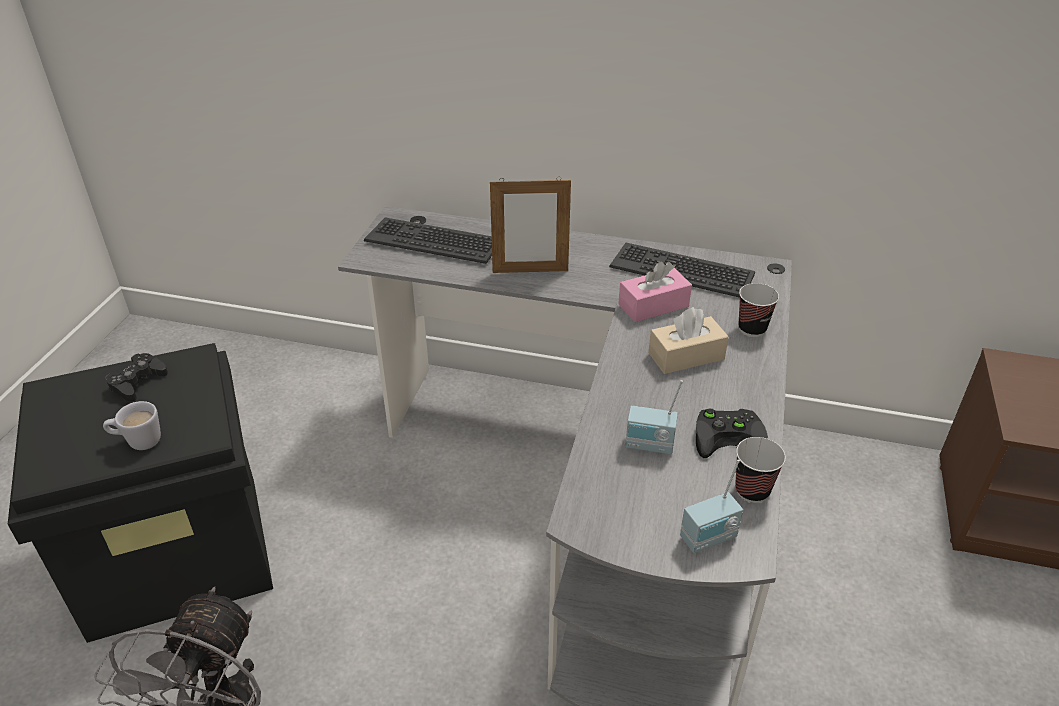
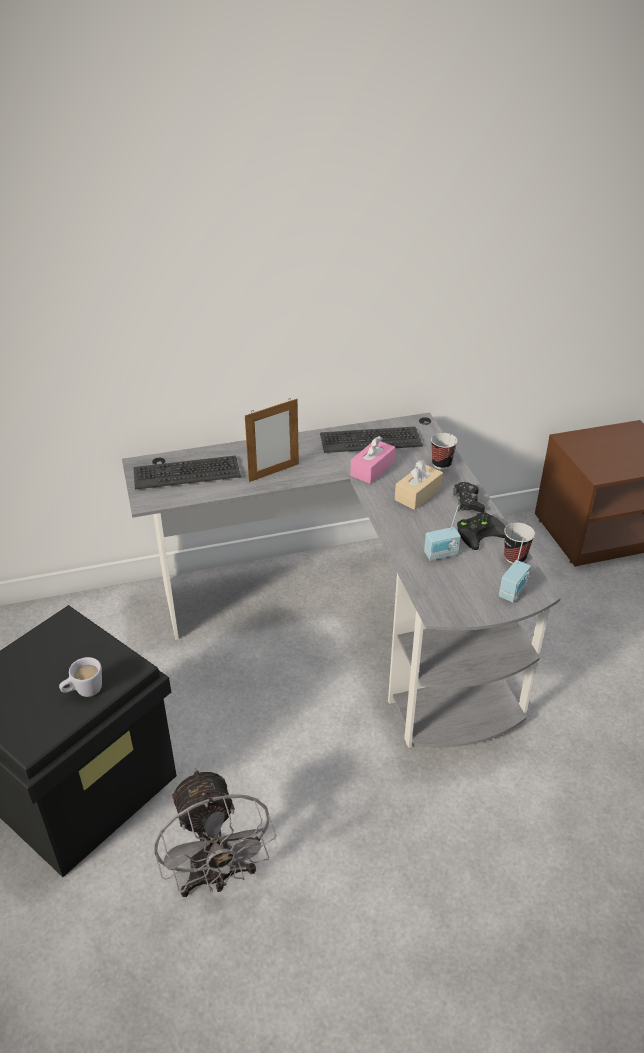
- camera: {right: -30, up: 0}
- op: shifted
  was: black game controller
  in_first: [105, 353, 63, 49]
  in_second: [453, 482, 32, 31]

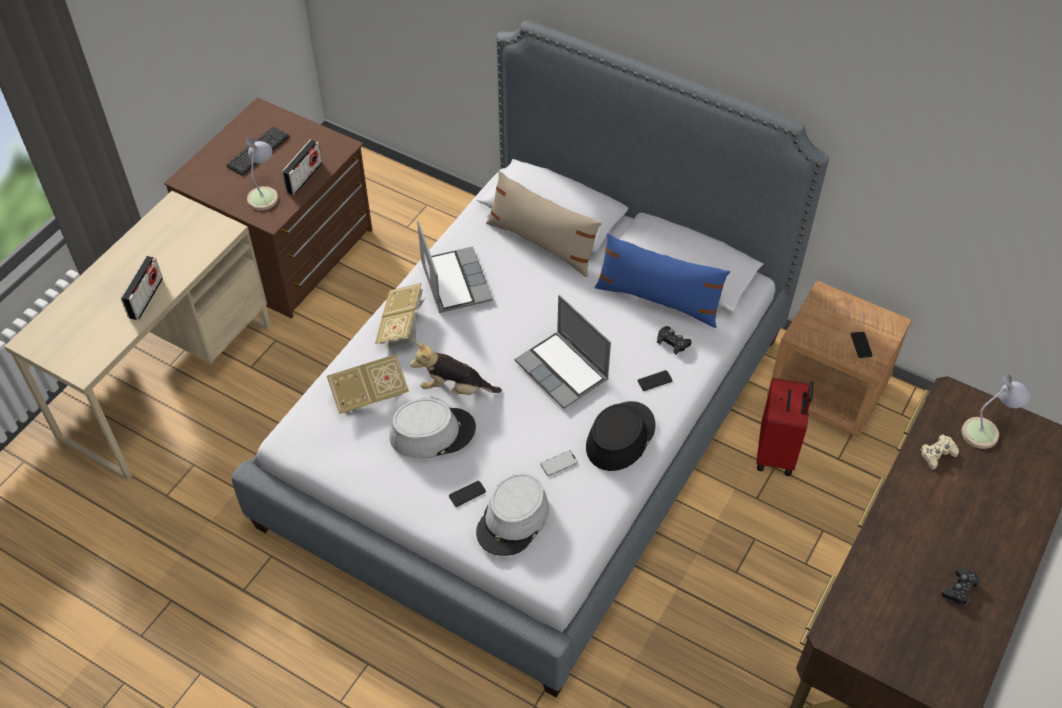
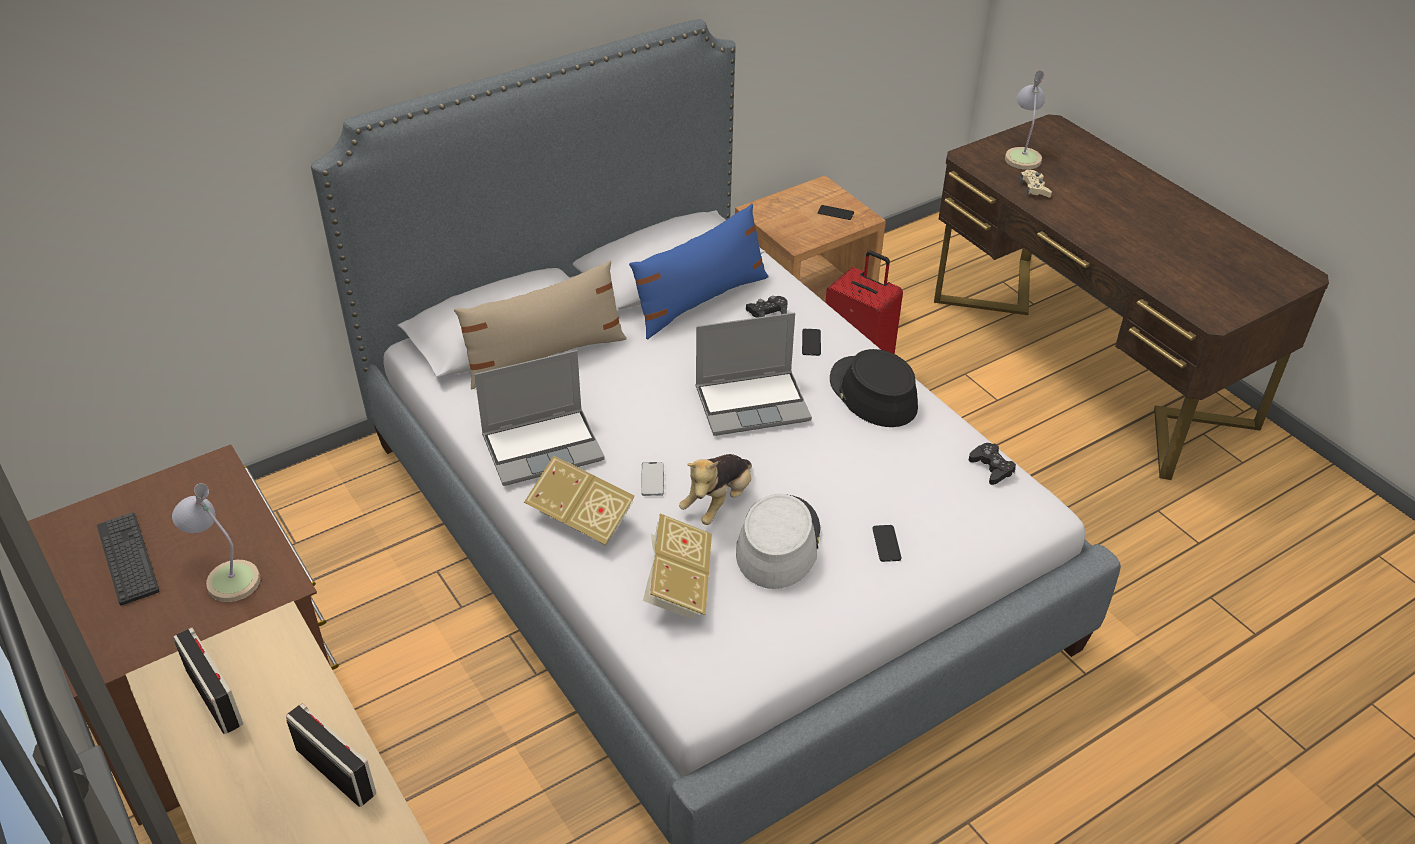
- camera: {right: -65, up: -10}
- op: shifted
  was: radio receiver
  in_first: [282, 139, 40, 56]
  in_second: [174, 628, 69, 106]
- op: rotated
  was: portable computer
  in_first: [417, 221, 76, 92]
  in_second: [474, 350, 131, 136]
  clockwise: 150
- op: gone
  was: greyish hat
  in_first: [476, 473, 73, 83]
- op: shifted
  was: phone
  in_first: [540, 450, 38, 26]
  in_second: [641, 462, 23, 34]
- op: shifted
  was: black game controller
  in_first: [941, 567, 40, 40]
  in_second: [969, 443, 47, 42]

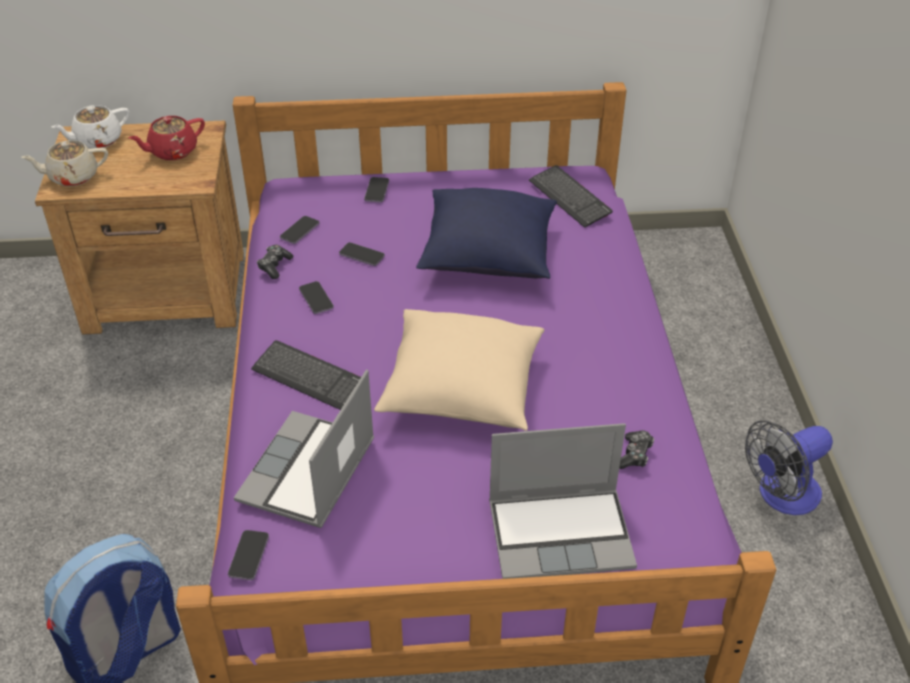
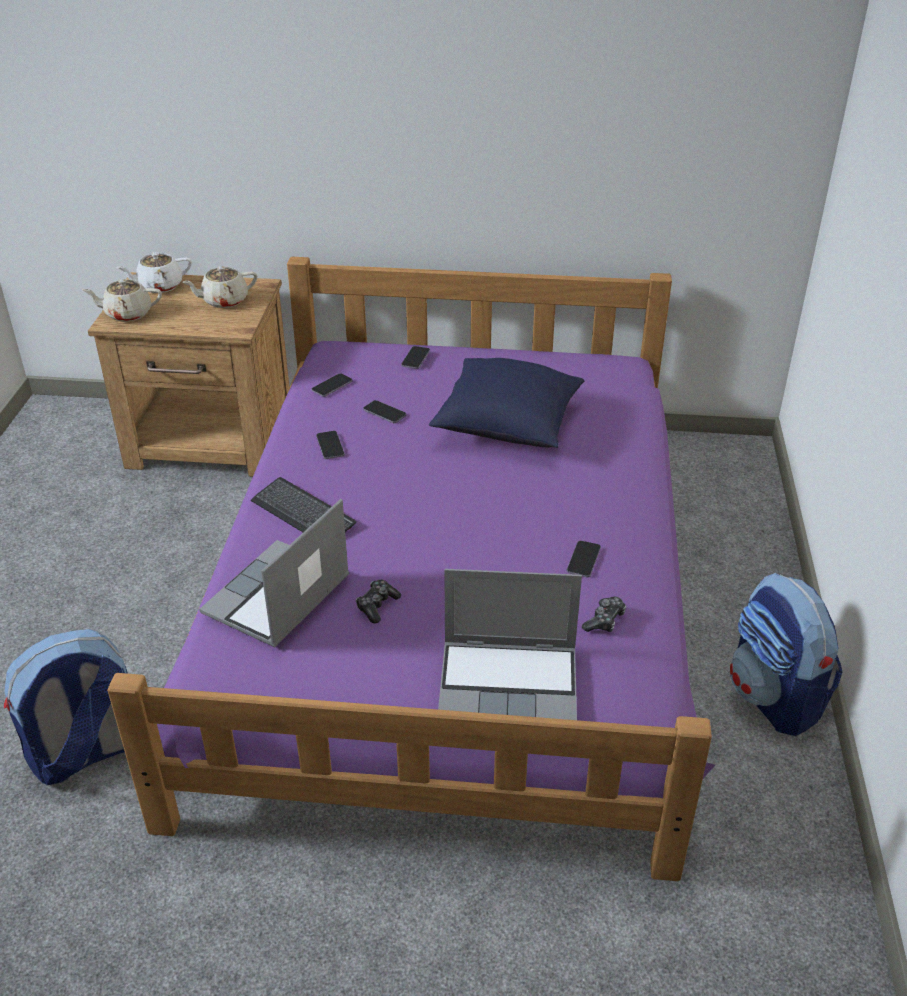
- camera: {right: 10, up: -5}
- op: repainted
  was: red pot for tea
  now: beige-coloured pot for tea
  in_first: [129, 116, 76, 44]
  in_second: [182, 266, 75, 42]
- op: shifted
  was: phone
  in_first: [228, 530, 41, 50]
  in_second: [567, 541, 34, 36]
- op: shifted
  was: game controller
  in_first: [257, 245, 36, 34]
  in_second: [356, 580, 45, 43]
- op: gone
  was: beige-coloured cushion
  in_first: [374, 309, 170, 122]
- op: gone
  was: computer keyboard
  in_first: [529, 165, 84, 63]
- op: swapped
  was: fan
  now: backpack
  in_first: [745, 420, 88, 95]
  in_second: [730, 573, 112, 163]

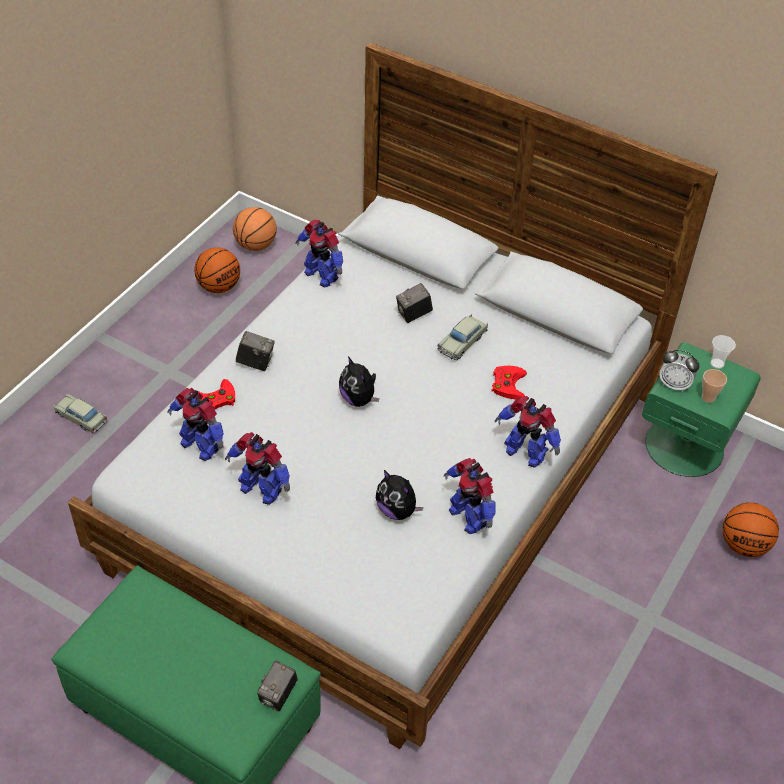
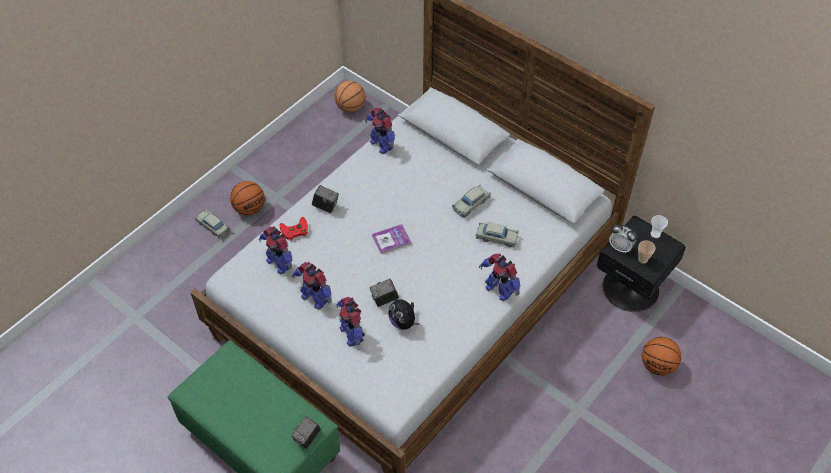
- camera: {right: 10, up: 5}
- op: shifted
  was: basketball
  in_first: [194, 247, 46, 46]
  in_second: [230, 181, 35, 34]
- op: swapped
  was: plush toy
  now: volume
  in_first: [339, 356, 40, 51]
  in_second: [372, 224, 39, 30]
- op: shifted
  was: photo camera
  in_first: [396, 283, 37, 40]
  in_second: [370, 279, 29, 28]
- op: shifted
  was: model robot
  in_first: [444, 458, 51, 76]
  in_second: [336, 297, 29, 49]
- op: swapped
  was: red game controller
  now: beige-coloured toy car
  in_first: [492, 366, 35, 34]
  in_second: [476, 222, 43, 25]
- op: repainted
  was: green nightstand
  now: black nightstand
  in_first: [642, 342, 119, 135]
  in_second: [597, 216, 89, 96]

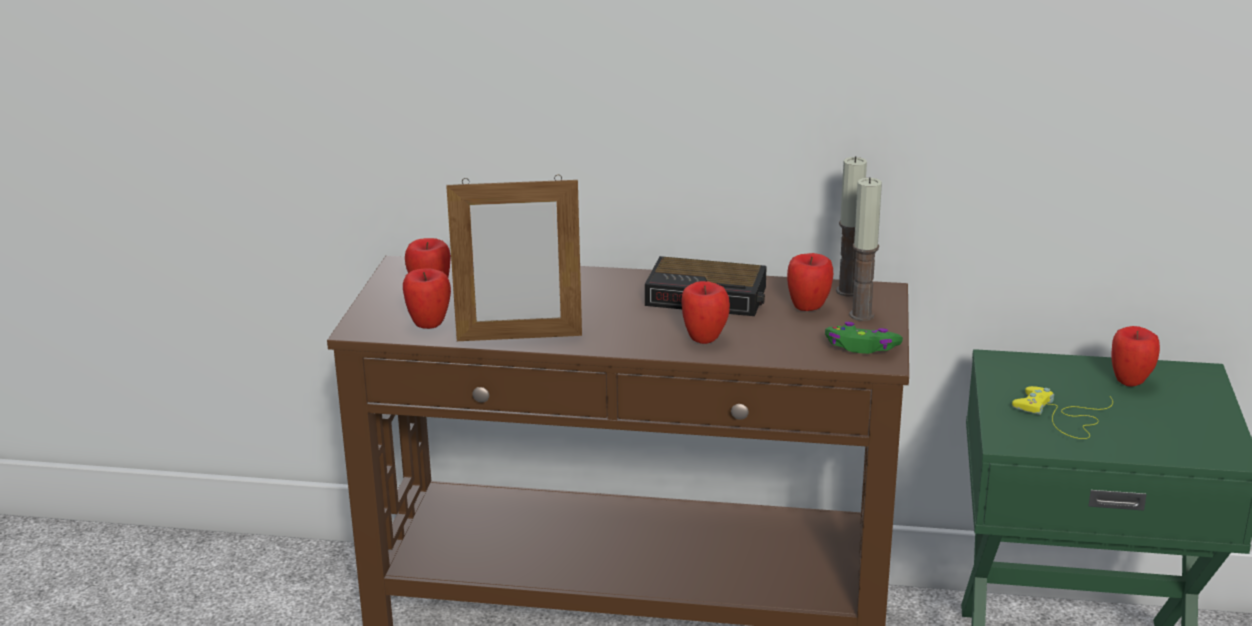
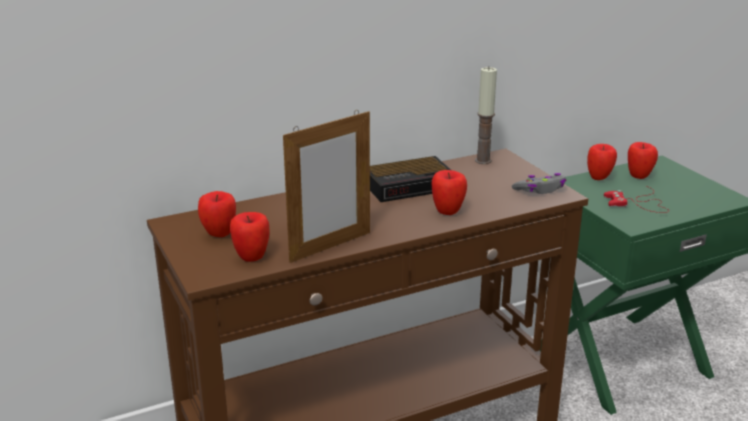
- camera: {right: -35, up: 0}
- op: shifted
  was: whole apple
  in_first: [787, 253, 46, 58]
  in_second: [587, 144, 30, 36]
- op: repainted
  was: green game controller
  now: greyish game controller
  in_first: [825, 322, 78, 32]
  in_second: [512, 173, 54, 21]
- op: gone
  was: candle
  in_first: [849, 177, 33, 144]
- op: repainted
  was: yellowish game controller
  now: red game controller
  in_first: [1012, 386, 101, 53]
  in_second: [604, 186, 65, 27]

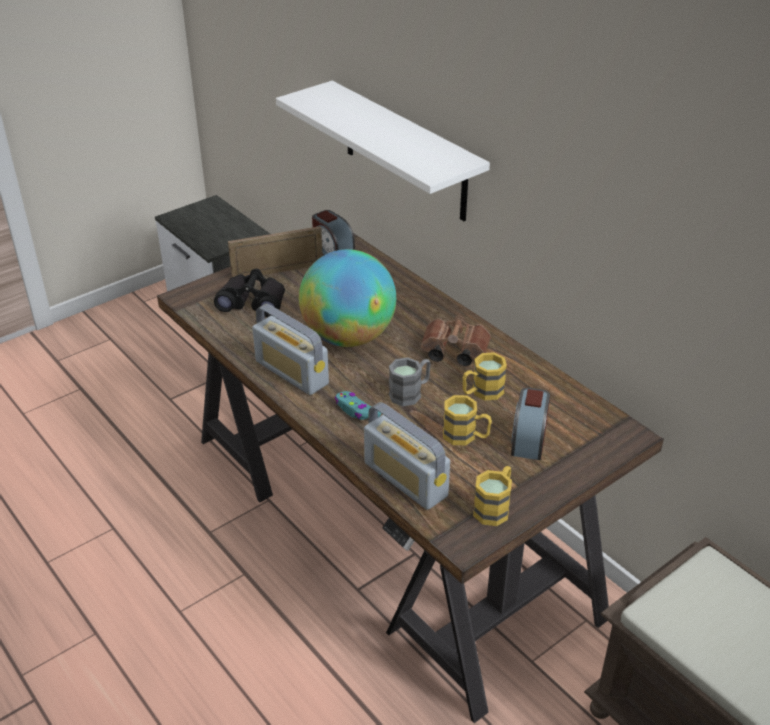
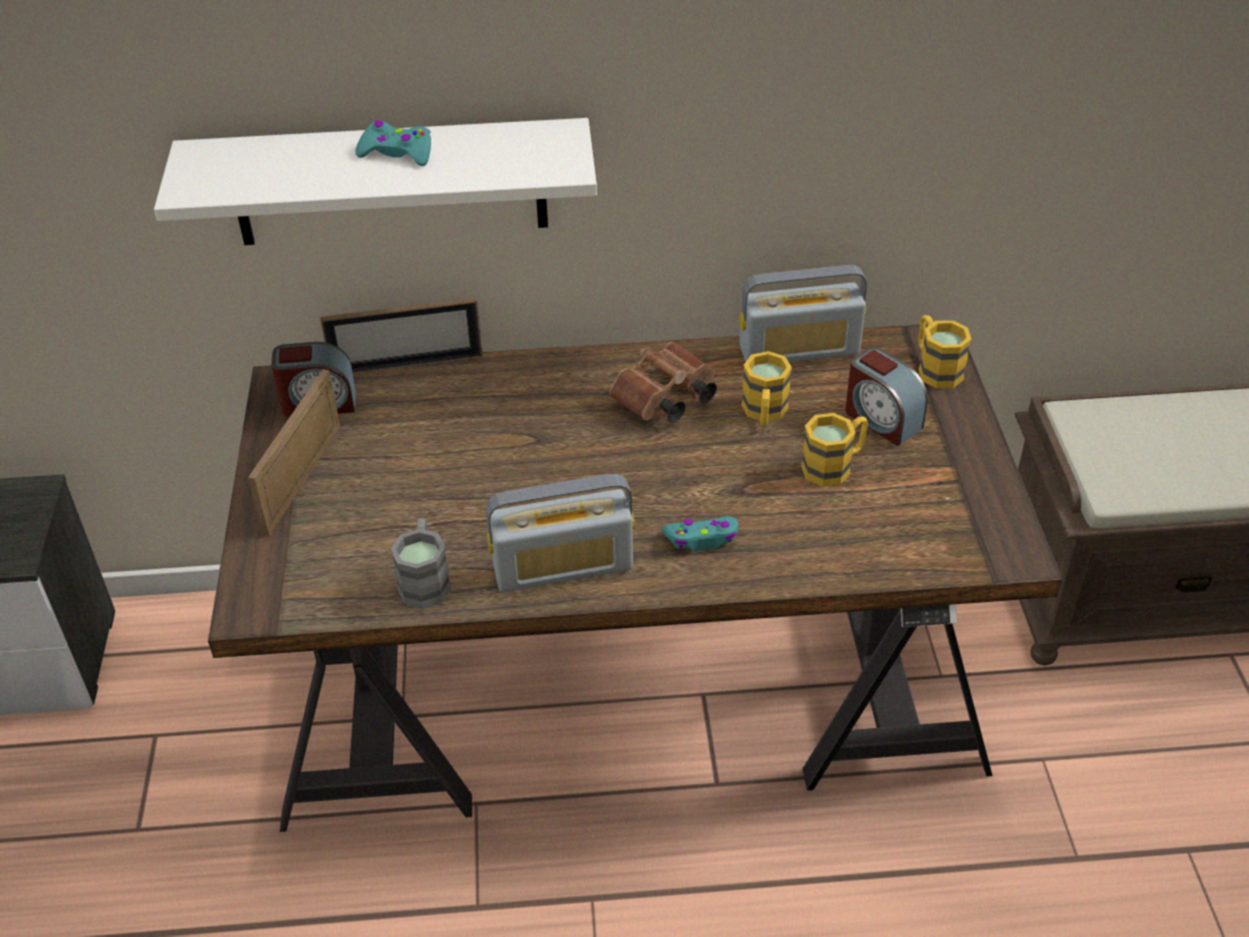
- camera: {right: -55, up: 5}
- op: gone
  was: black binoculars
  in_first: [214, 269, 71, 48]
- op: gone
  was: world globe
  in_first: [299, 249, 97, 98]
- op: shifted
  was: radio receiver
  in_first: [364, 402, 86, 108]
  in_second: [739, 265, 128, 97]
- op: shifted
  was: greyish mug
  in_first: [389, 357, 42, 49]
  in_second: [391, 518, 60, 91]
- op: shifted
  was: yellowish mug
  in_first: [473, 466, 39, 60]
  in_second: [918, 315, 53, 73]
- op: new
  now: standing frame
  in_second: [320, 298, 163, 76]
- op: new
  now: blue-green game controller
  in_second: [355, 120, 76, 46]

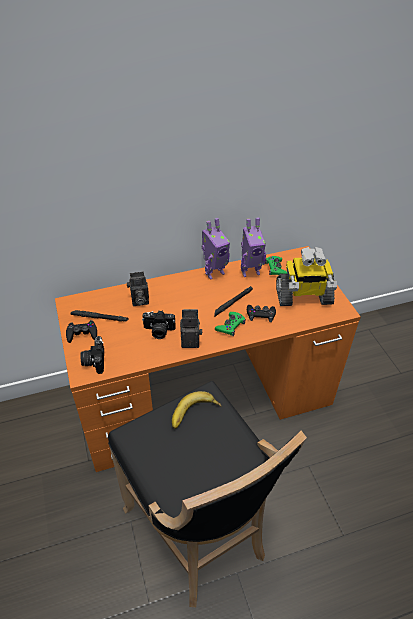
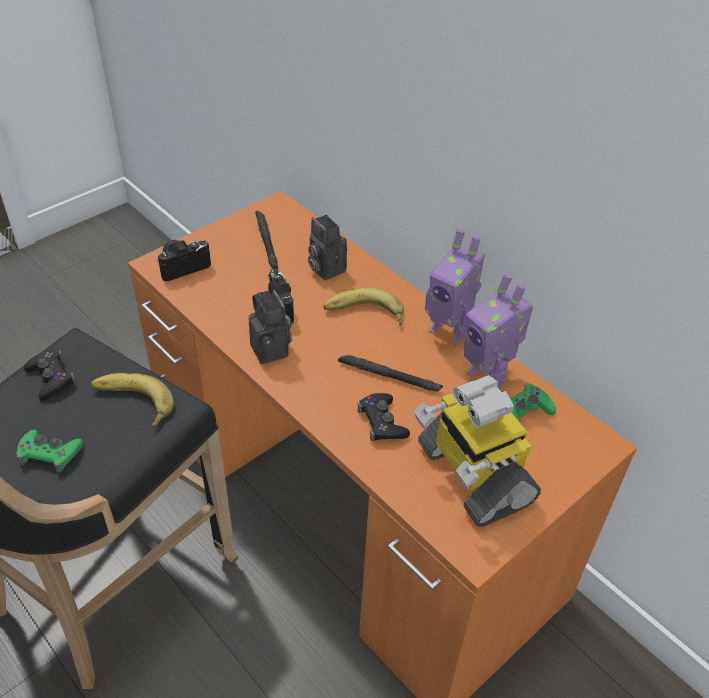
- camera: {right: 65, up: 0}
- op: shifted
  was: black game controller
  in_first: [66, 320, 31, 23]
  in_second: [24, 350, 51, 51]
- op: shifted
  was: green game controller
  in_first: [215, 312, 31, 24]
  in_second: [16, 430, 67, 43]
- op: new
  now: banana
  in_second: [323, 288, 81, 38]

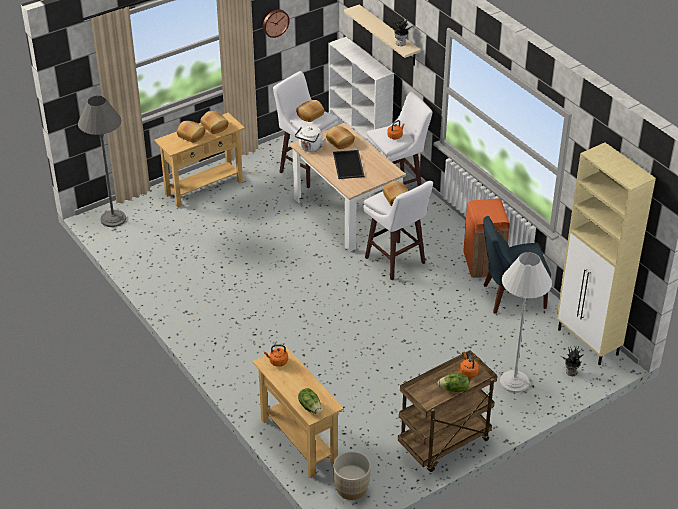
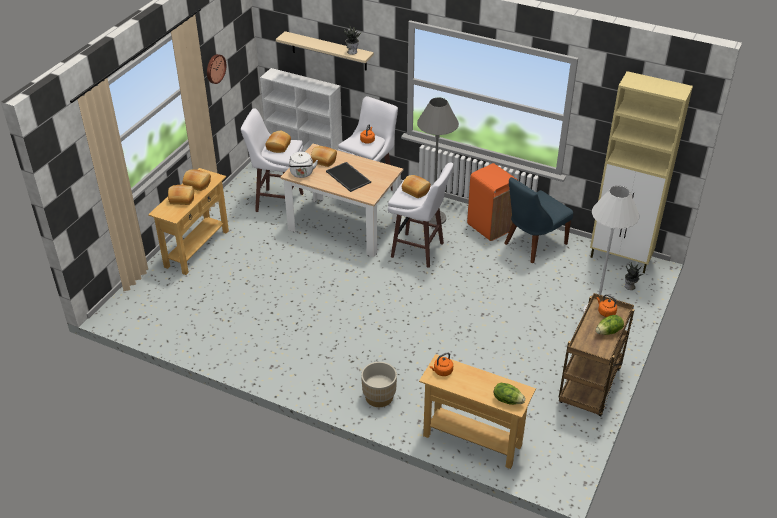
- camera: {right: -30, up: 0}
- op: shifted
  was: greyish standard lamp
  in_first: [78, 96, 48, 131]
  in_second: [417, 97, 42, 128]
- op: shifted
  was: beige-coloured plant pot
  in_first: [333, 451, 38, 49]
  in_second: [361, 362, 36, 45]

